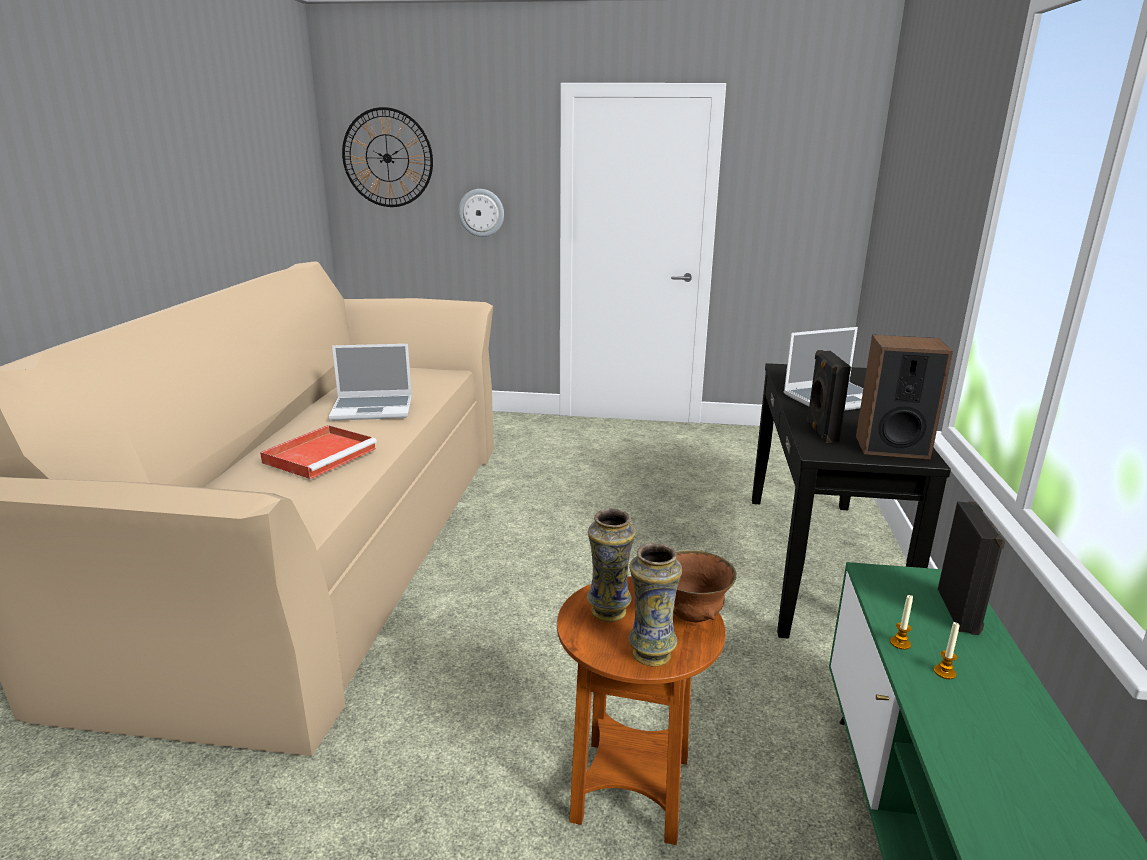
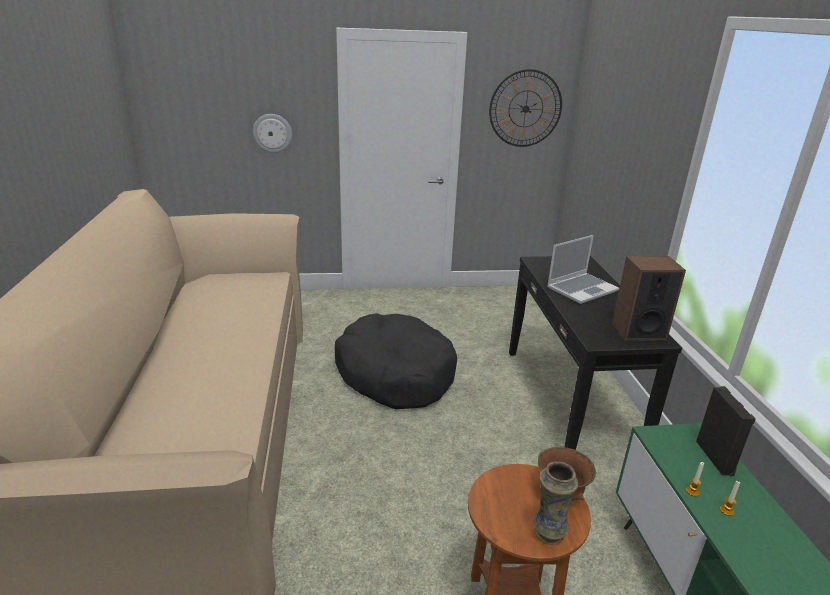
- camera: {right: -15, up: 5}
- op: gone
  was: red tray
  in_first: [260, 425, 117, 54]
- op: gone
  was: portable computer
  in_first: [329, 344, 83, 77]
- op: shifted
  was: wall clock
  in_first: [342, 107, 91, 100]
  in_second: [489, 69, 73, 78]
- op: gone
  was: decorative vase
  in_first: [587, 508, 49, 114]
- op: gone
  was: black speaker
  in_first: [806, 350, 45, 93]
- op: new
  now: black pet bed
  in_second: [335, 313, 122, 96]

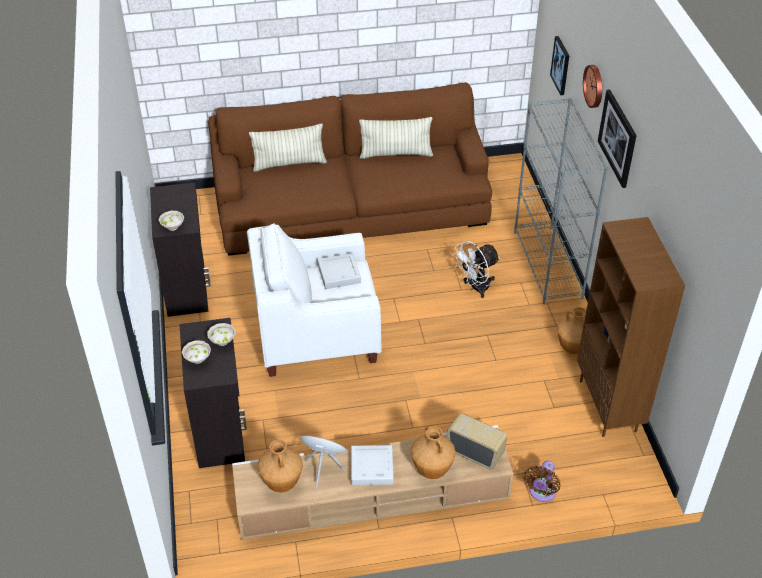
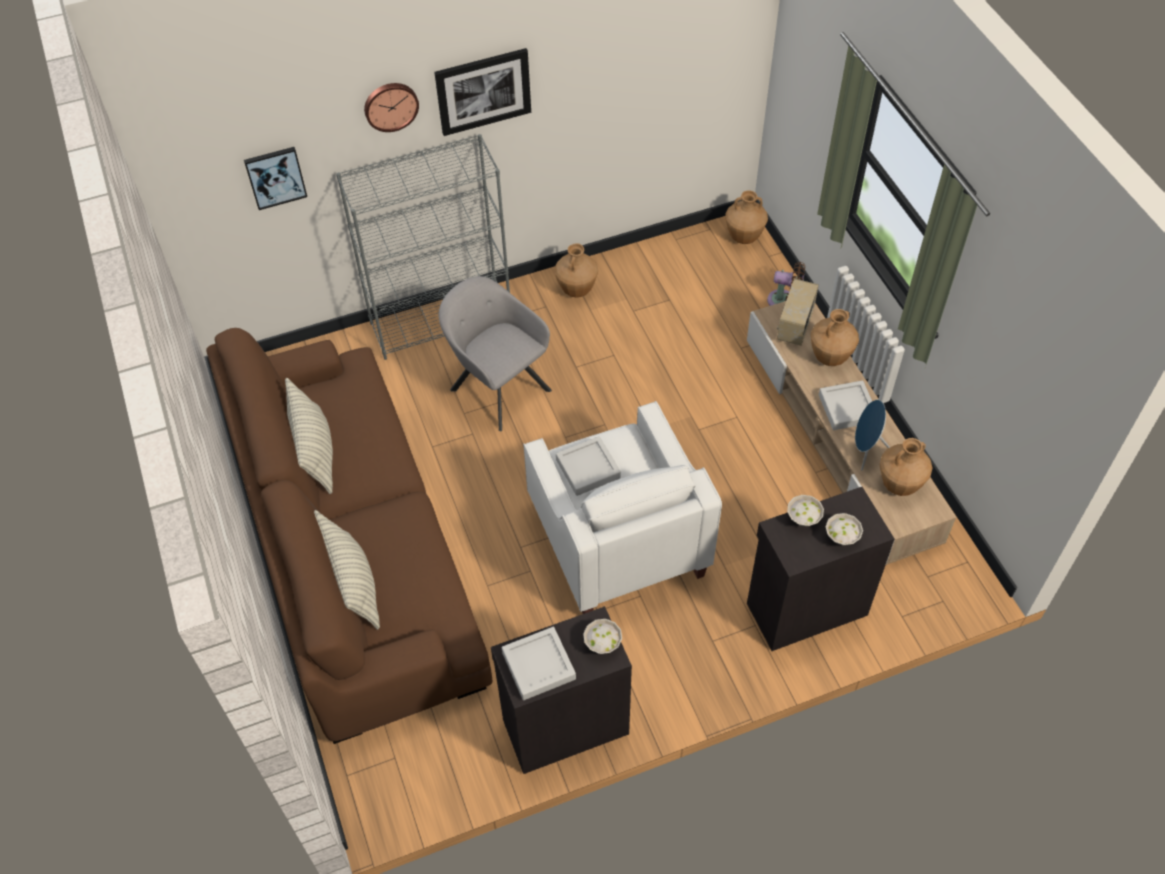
- camera: {right: -100, up: 10}
- op: swapped
  was: white fan
  now: greyish armchair
  in_first: [452, 241, 48, 57]
  in_second: [439, 276, 113, 155]
- op: gone
  was: brown-coloured bookshelf
  in_first: [577, 217, 108, 220]
- op: new
  now: greyish tray
  in_second: [502, 627, 74, 73]
- op: new
  now: brown-coloured decorative vase
  in_second: [725, 191, 43, 53]

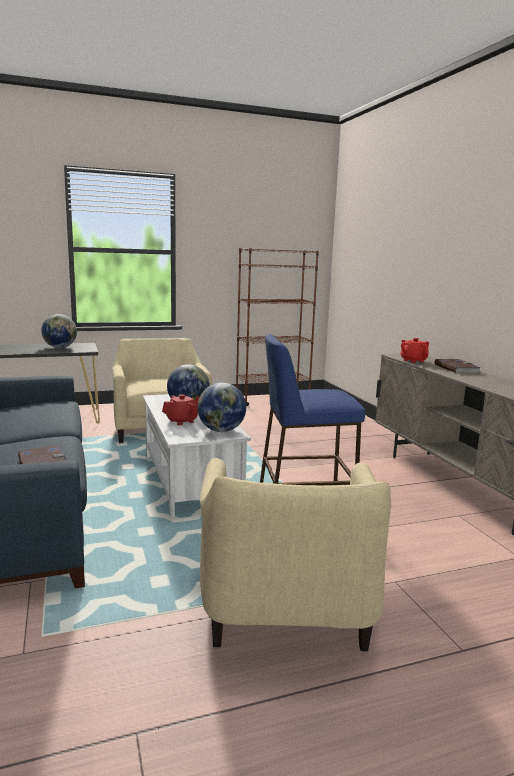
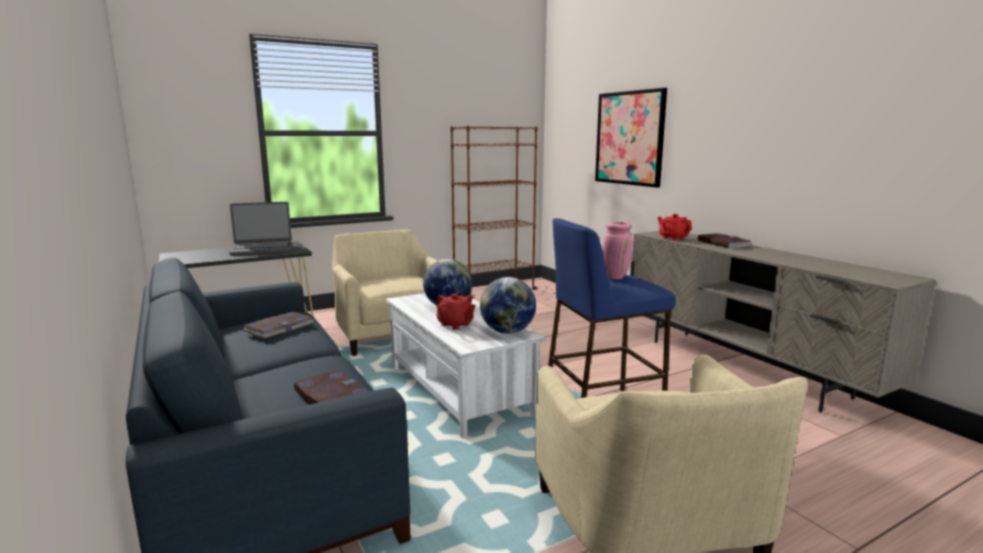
- camera: {right: -10, up: 0}
- op: swapped
  was: world globe
  now: portable computer
  in_first: [42, 314, 35, 34]
  in_second: [229, 202, 63, 54]
- op: rotated
  was: red pot for tea
  in_first: [162, 394, 37, 31]
  in_second: [436, 294, 40, 36]
  clockwise: 90
- op: new
  now: volume
  in_second: [244, 312, 70, 27]
- op: new
  now: wall picture
  in_second: [595, 88, 72, 100]
- op: new
  now: pink decorative vase
  in_second: [602, 222, 30, 57]

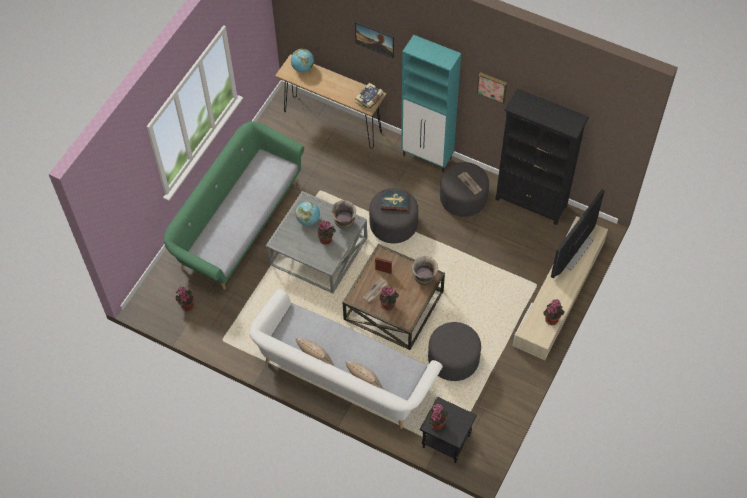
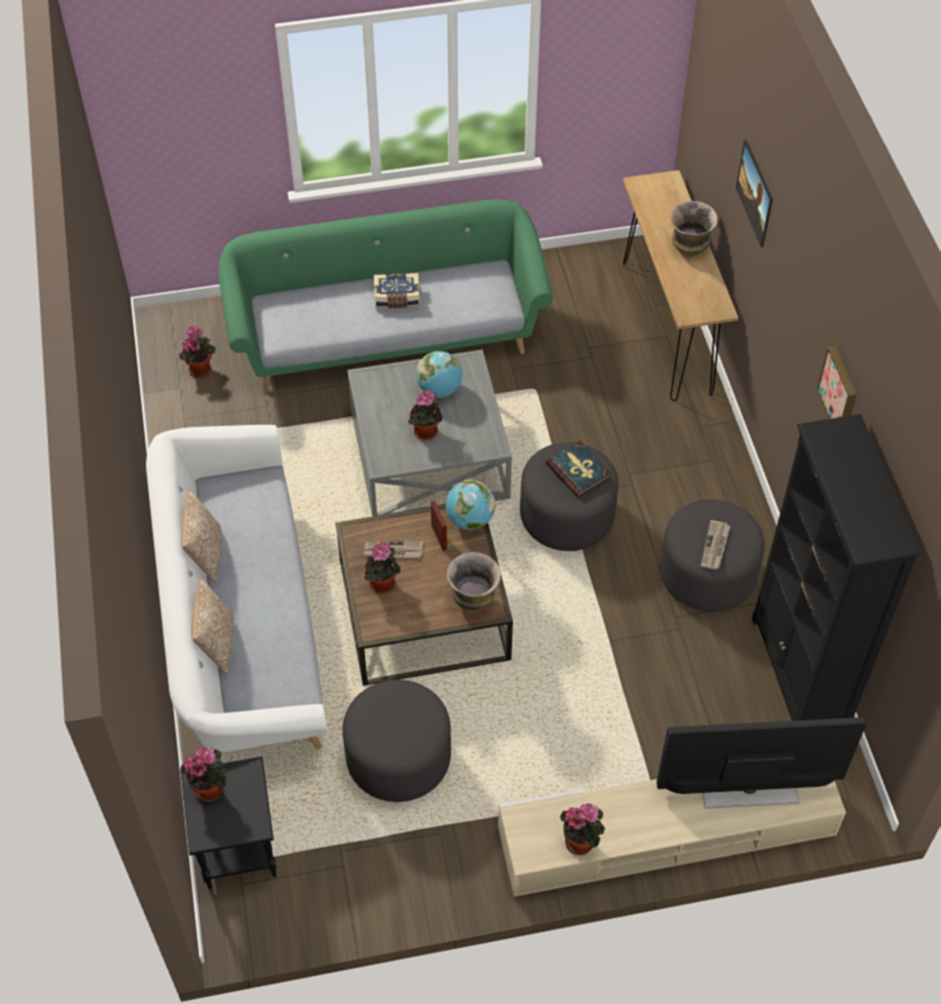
- camera: {right: 50, up: -5}
- op: shifted
  was: world globe
  in_first: [291, 49, 23, 23]
  in_second: [446, 480, 49, 50]
- op: shifted
  was: decorative vase
  in_first: [331, 200, 25, 28]
  in_second: [670, 201, 48, 56]
- op: shifted
  was: volume
  in_first: [355, 83, 28, 27]
  in_second: [374, 273, 46, 35]
- op: gone
  was: blue-green storage cabinet
  in_first: [401, 35, 60, 137]

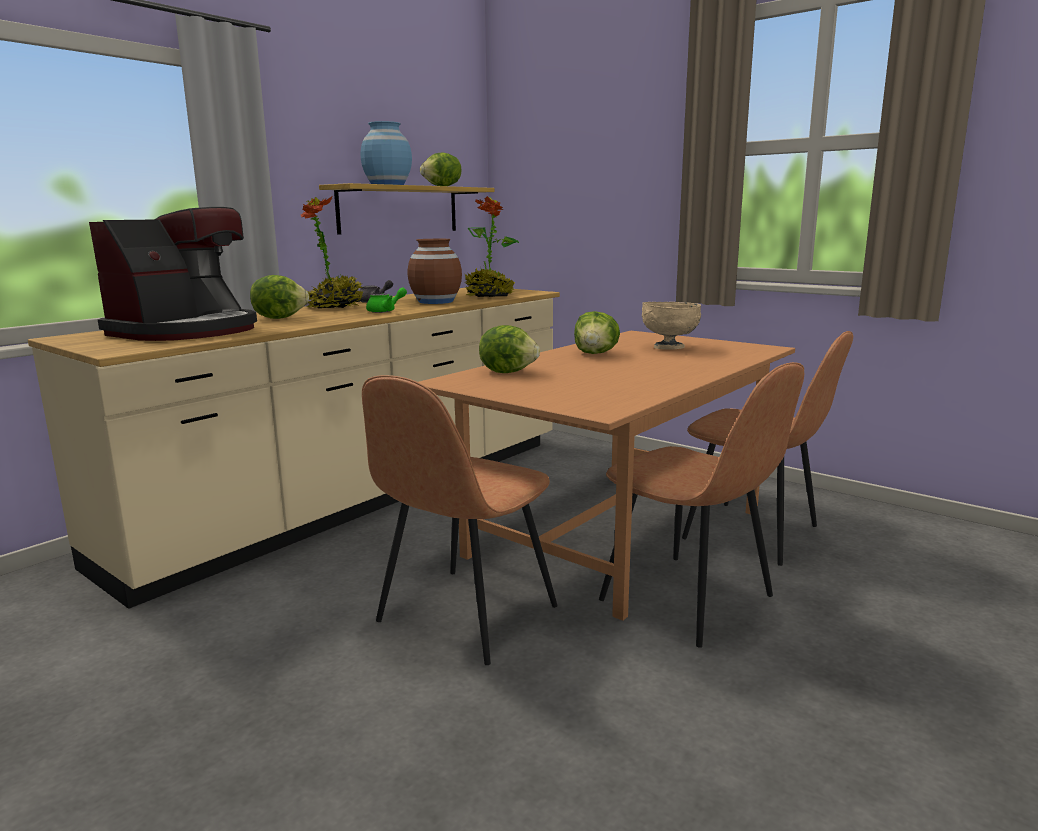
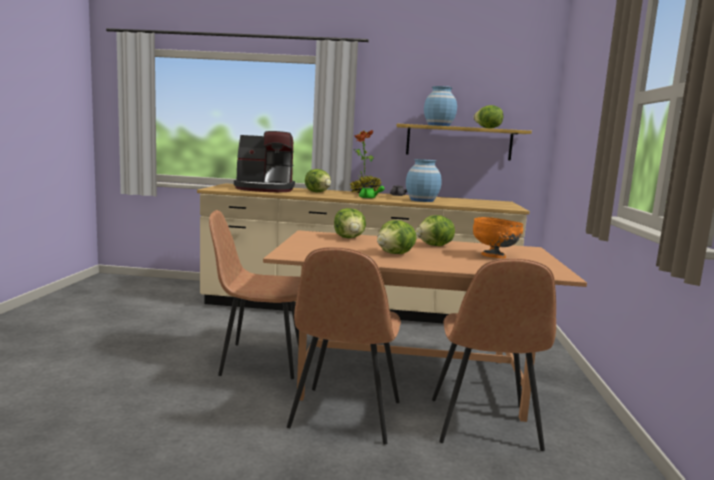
- camera: {right: 55, up: -5}
- op: repainted
  was: brown-coloured decorative vase
  now: blue decorative vase
  in_first: [408, 239, 54, 65]
  in_second: [406, 159, 36, 43]
- op: gone
  was: houseplant
  in_first: [465, 196, 54, 101]
- op: repainted
  was: beige-coloured bowl
  now: orange bowl
  in_first: [642, 302, 59, 48]
  in_second: [473, 217, 51, 41]
- op: new
  now: lettuce head
  in_second: [377, 220, 40, 34]

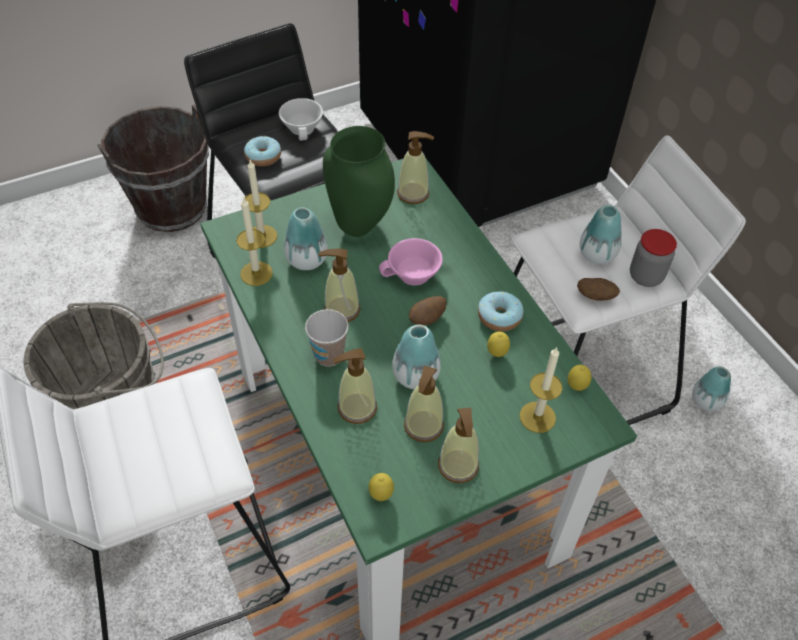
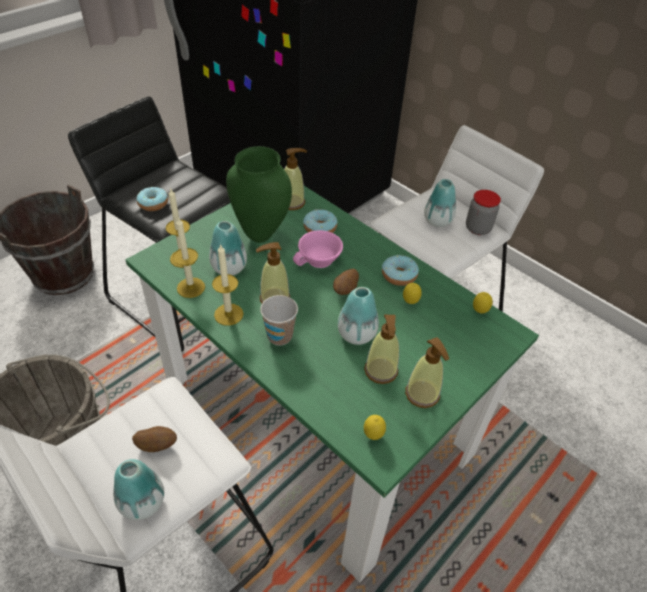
- camera: {right: -20, up: -5}
- op: gone
  was: white cup
  in_first: [279, 98, 44, 43]
- op: gone
  was: liquid soap bottle
  in_first: [333, 348, 44, 76]
- op: shifted
  was: candle
  in_first: [520, 347, 43, 86]
  in_second: [212, 244, 32, 82]
- op: shifted
  was: potato
  in_first: [577, 278, 43, 23]
  in_second: [132, 426, 45, 26]
- op: shifted
  was: decorative vase
  in_first: [692, 366, 39, 45]
  in_second: [113, 459, 51, 61]
- op: new
  now: donut
  in_second: [303, 209, 34, 24]

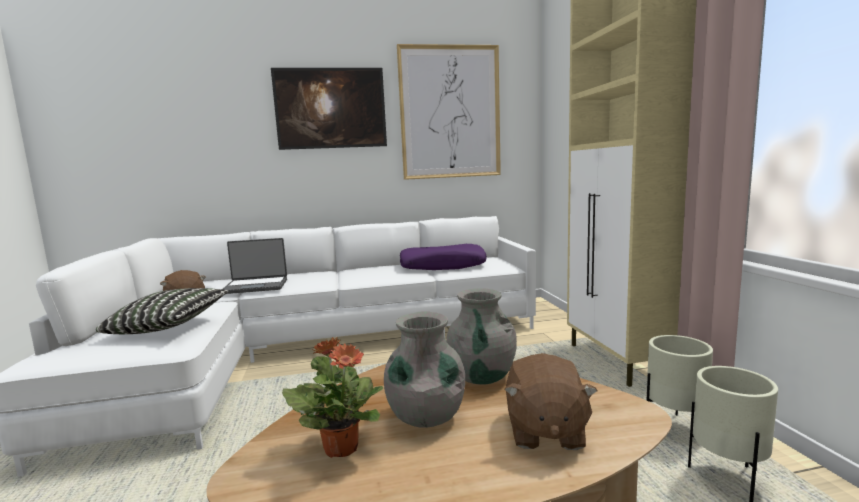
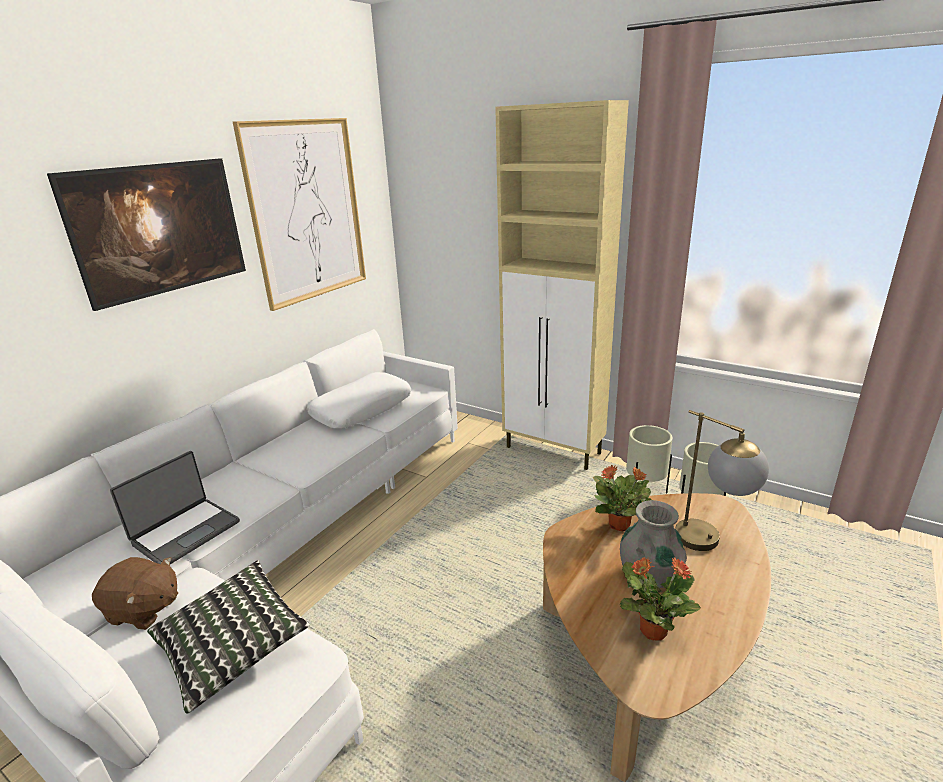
- camera: {right: -45, up: 15}
- op: repainted
  was: purple cushion
  now: white cushion
  in_first: [400, 244, 87, 26]
  in_second: [307, 372, 104, 56]
- op: swapped
  was: greyish decorative vase
  now: houseplant
  in_first: [446, 288, 71, 97]
  in_second: [593, 465, 59, 66]
- op: swapped
  was: brown-coloured plush toy
  now: table lamp
  in_first: [504, 353, 94, 97]
  in_second: [675, 410, 94, 141]

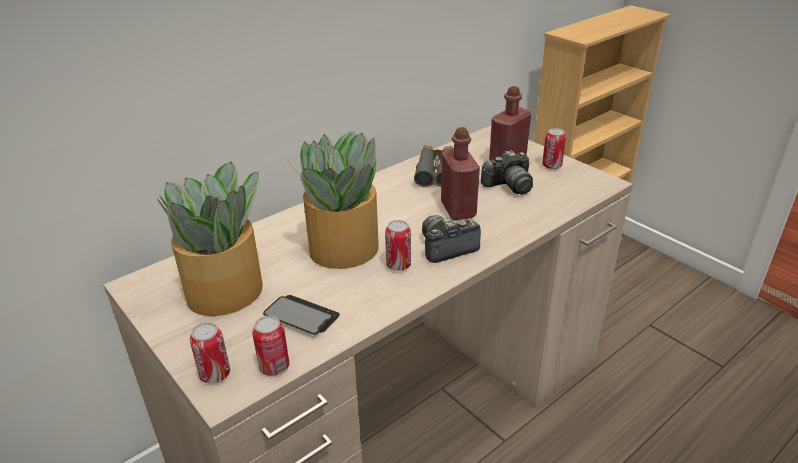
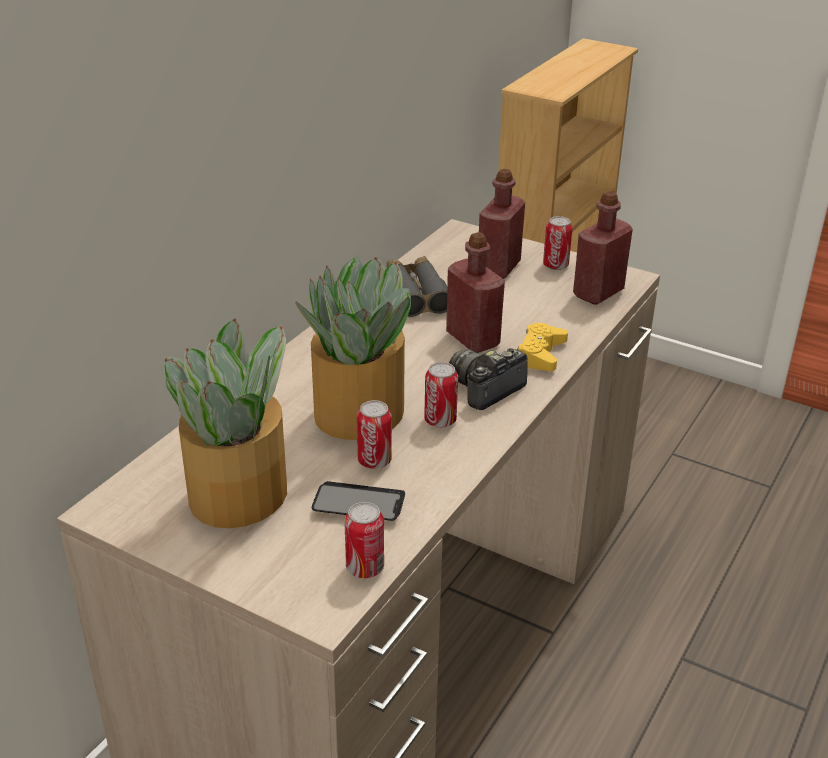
- camera: {right: -20, up: 0}
- op: shifted
  was: sealed can
  in_first: [190, 322, 40, 61]
  in_second: [357, 400, 35, 69]
- op: gone
  was: photo camera
  in_first: [481, 150, 52, 45]
- op: new
  now: yellowish game controller
  in_second: [517, 323, 51, 48]
- op: new
  now: red bottle
  in_second: [573, 191, 60, 114]

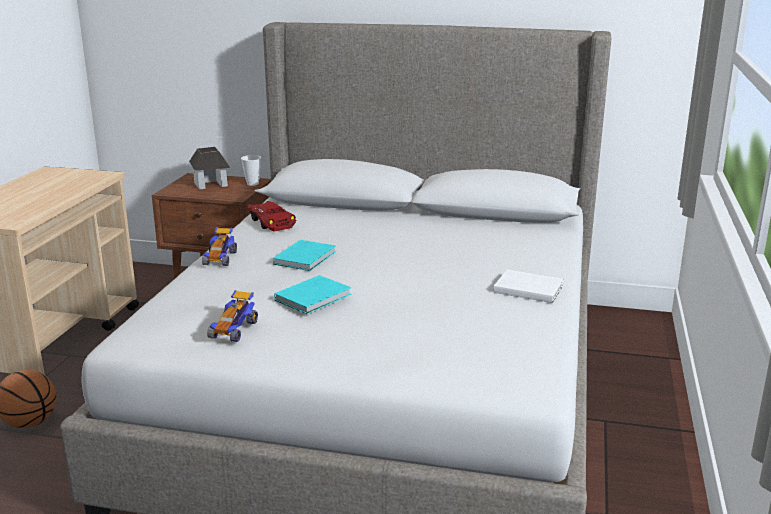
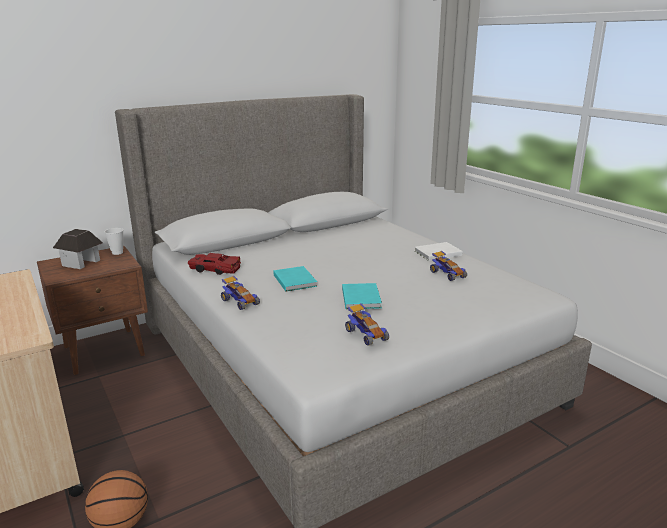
- camera: {right: -45, up: 0}
- op: new
  now: toy car
  in_second: [430, 251, 37, 30]

